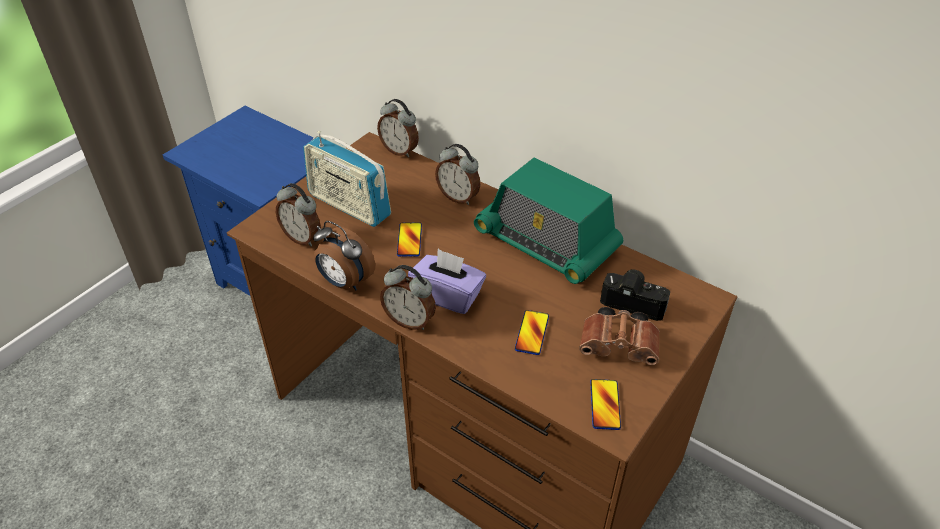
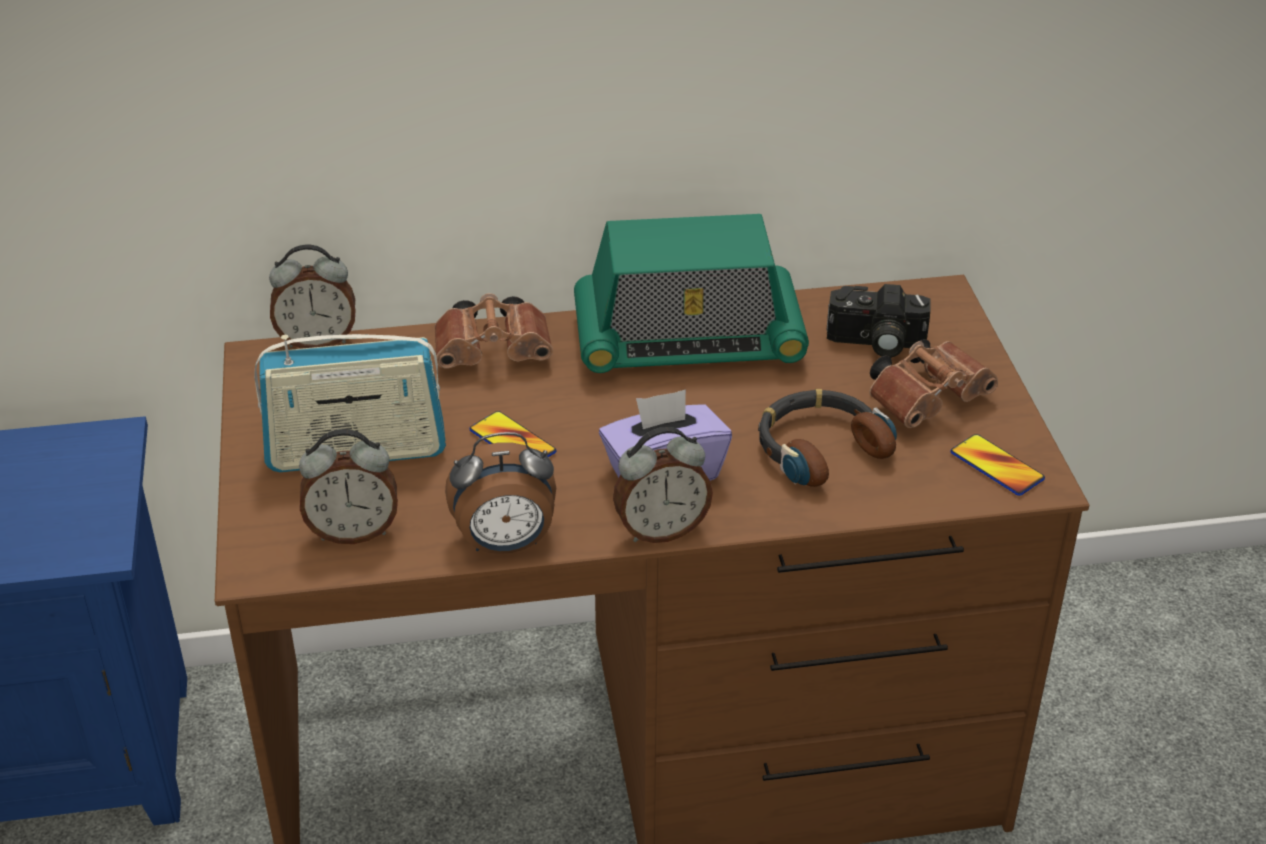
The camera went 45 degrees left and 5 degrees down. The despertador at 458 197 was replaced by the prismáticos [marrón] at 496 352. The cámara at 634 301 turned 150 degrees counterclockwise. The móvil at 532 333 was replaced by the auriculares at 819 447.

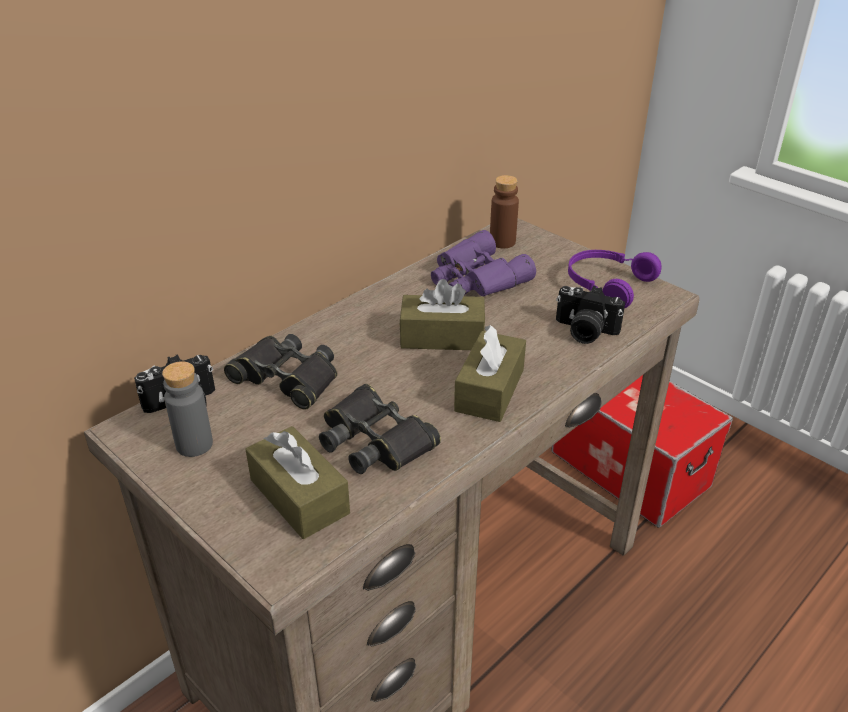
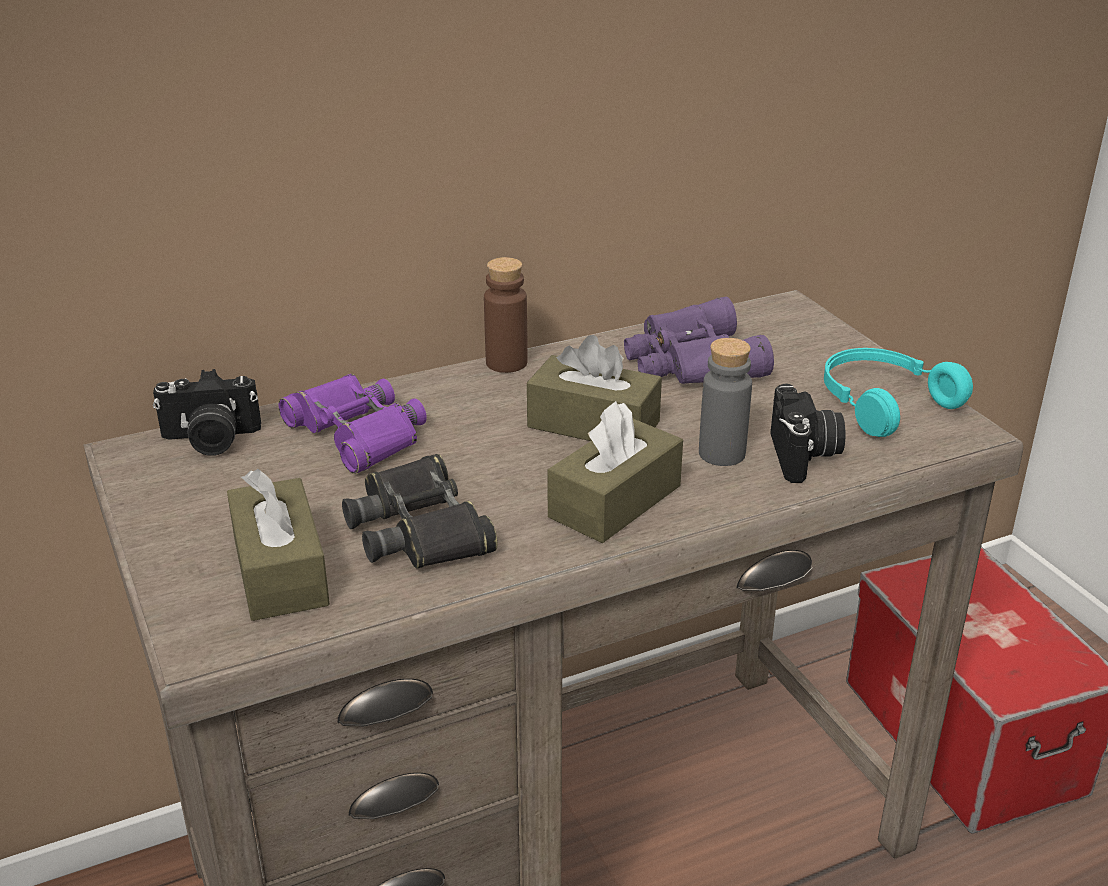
The camera went 20 degrees right and 5 degrees down. The botella [marrón] moved from 502 242 to 506 363. The auriculares [morado] at 606 285 became the auriculares [turquesa] at 881 402. The cámara at 584 331 turned 135 degrees counterclockwise. The prismáticos [negro] at 287 378 became the prismáticos [morado] at 356 434. The botella [gris] moved from 194 444 to 722 454.

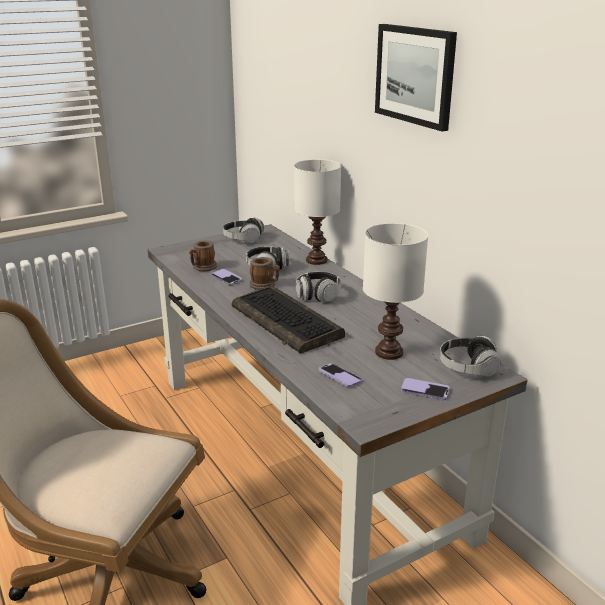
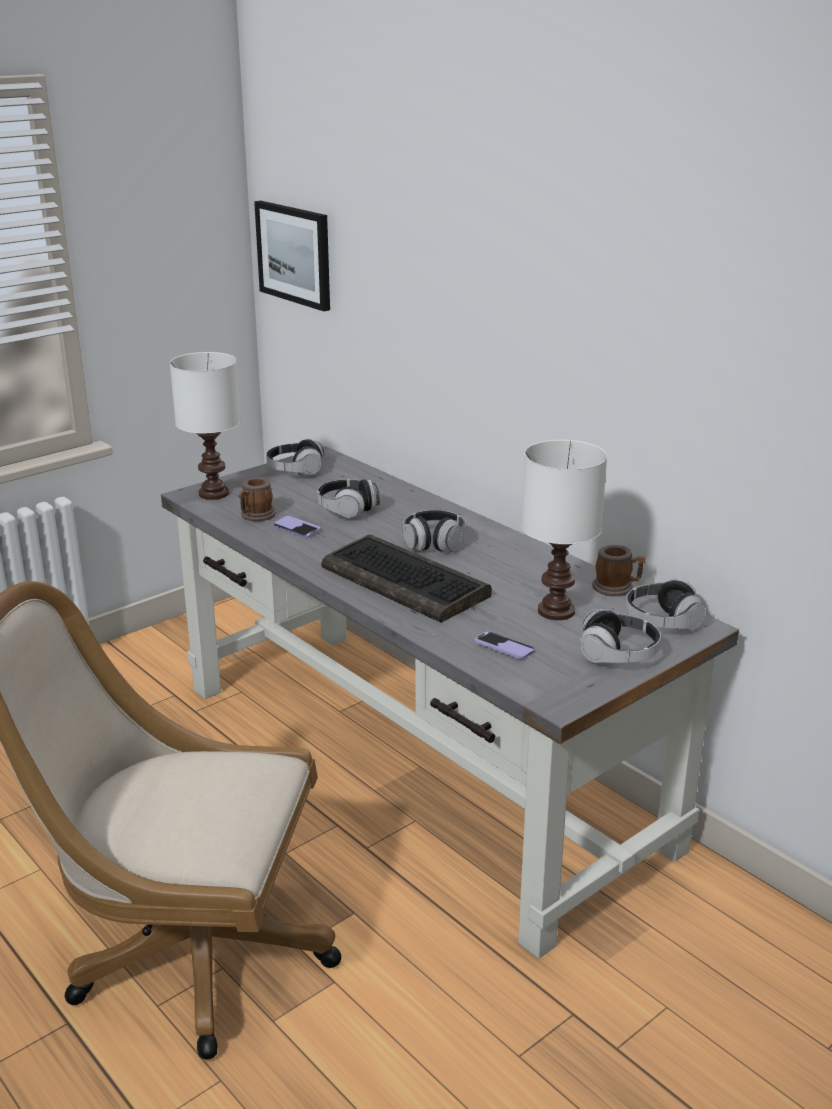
The camera went 10 degrees left and 0 degrees up. The cuadro moved from 415 75 to 294 254. The lámpara de mesa [blanco] moved from 317 260 to 214 493. The taza grande moved from 265 285 to 617 588. The móvil at 425 390 was replaced by the auriculares at 618 655.

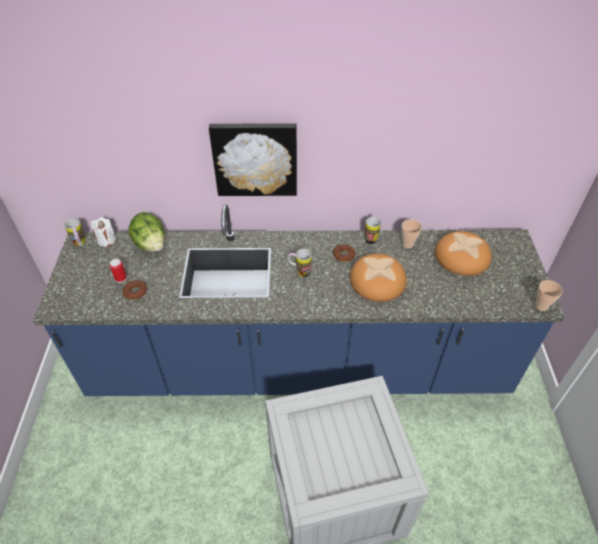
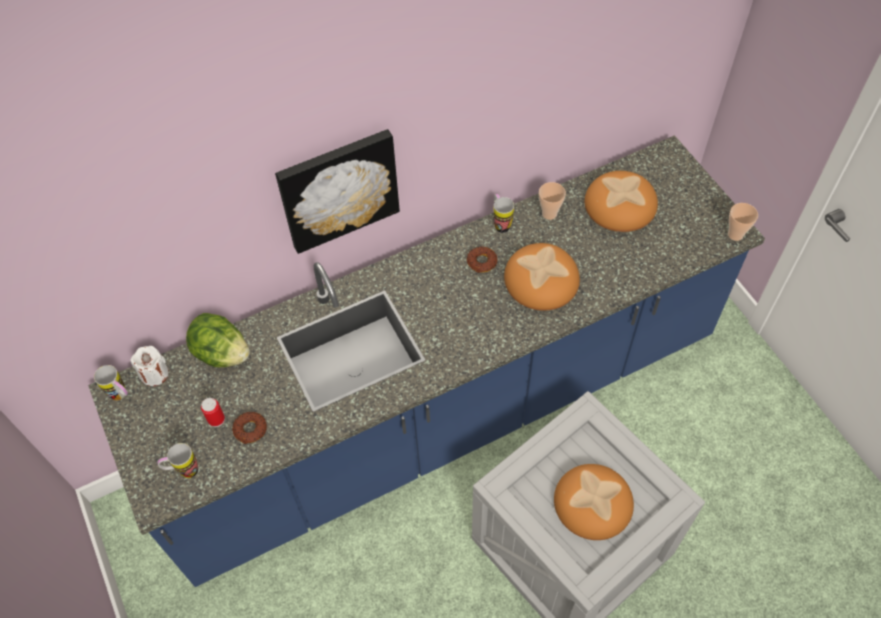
The camera went 25 degrees left and 10 degrees up. The taza grande moved from 299 272 to 183 472. The pan at 594 503 appeared.

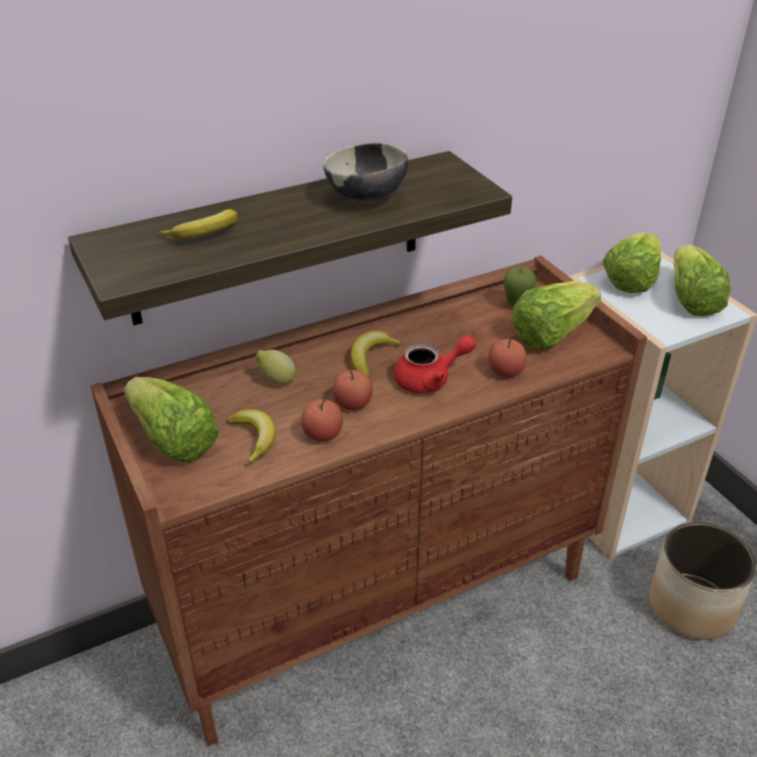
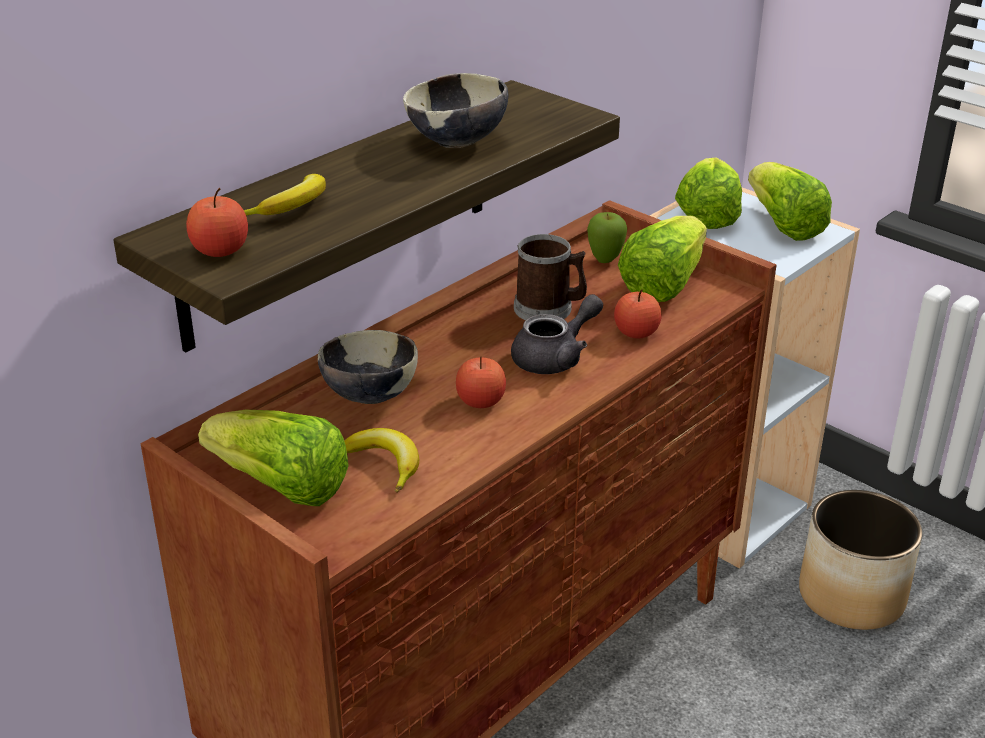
The camera went 20 degrees left and 5 degrees down. The plátano at 371 358 disappeared. The tetera [rojo] at 430 379 became the tetera [gris] at 555 357. The limón at 276 380 was replaced by the cuenco at 369 395. The manzana moved from 323 434 to 220 250. The taza grande at 549 309 appeared.

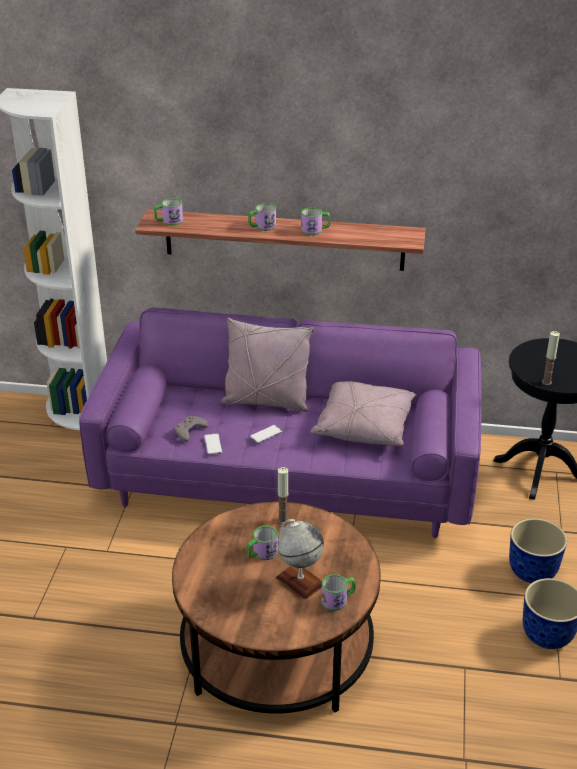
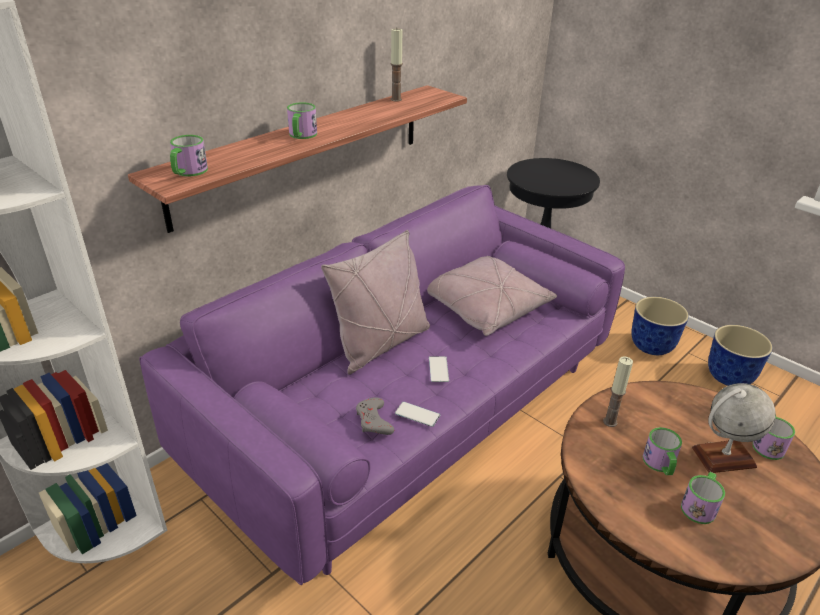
The camera went 55 degrees left and 0 degrees up. The taza grande moved from 315 230 to 700 505. The vela moved from 546 382 to 396 99.

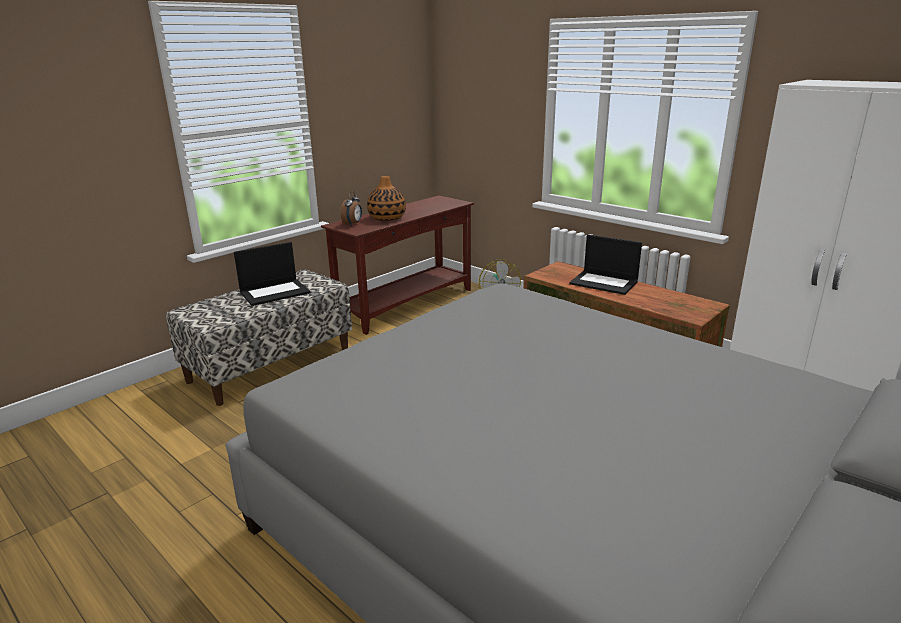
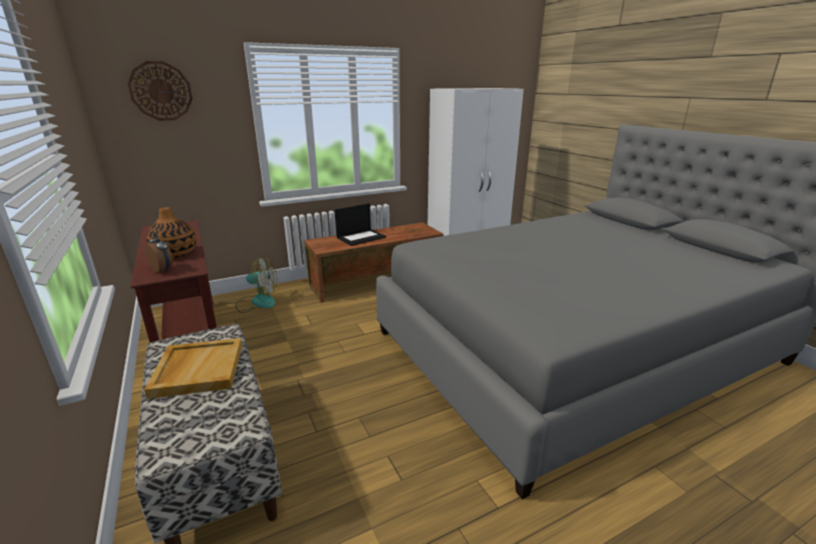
The camera went 70 degrees left and 0 degrees up. The portátil at 275 292 was replaced by the bandeja [beis] at 198 369. The reloj de pared at 161 91 appeared.

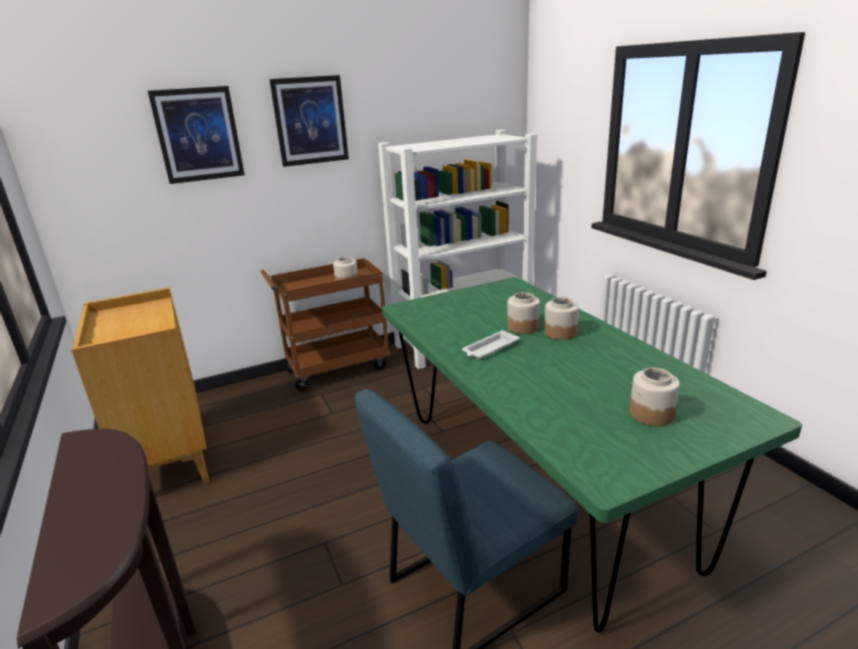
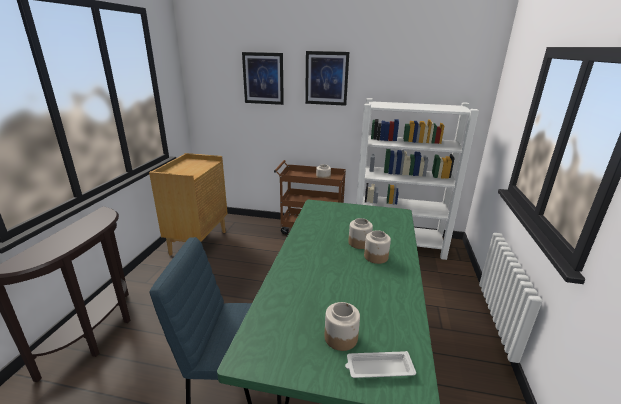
The camera went 35 degrees right and 0 degrees up. The bandeja [blanco] moved from 490 349 to 378 368.

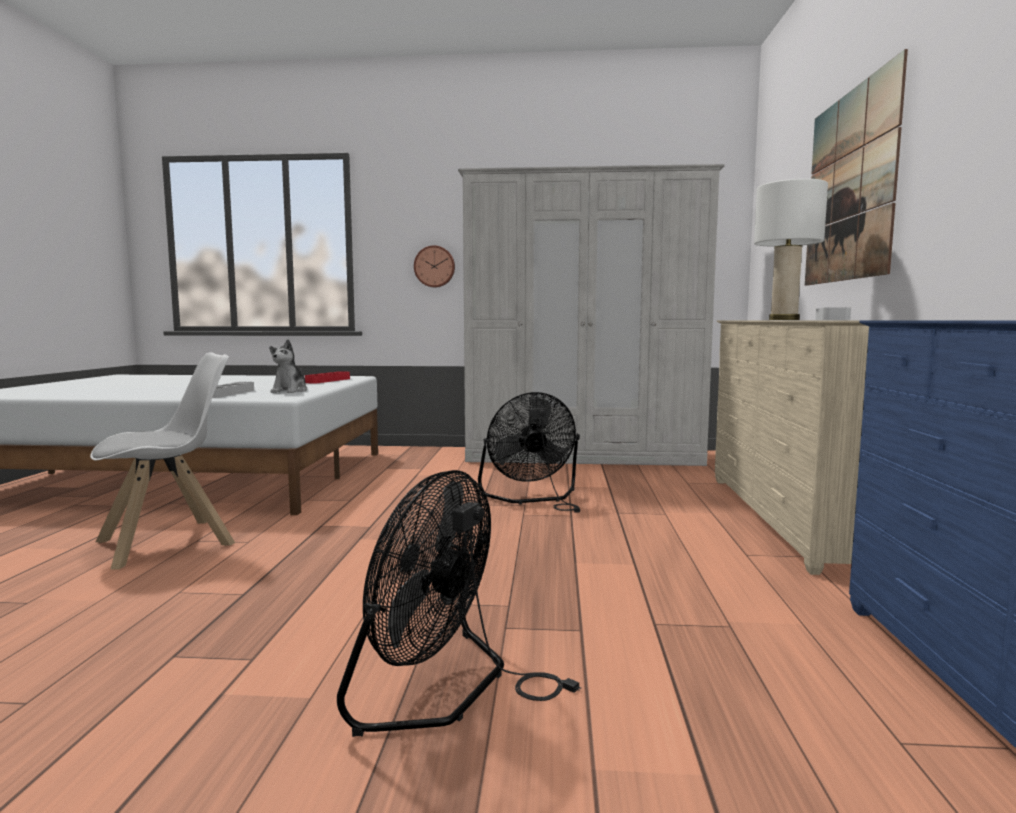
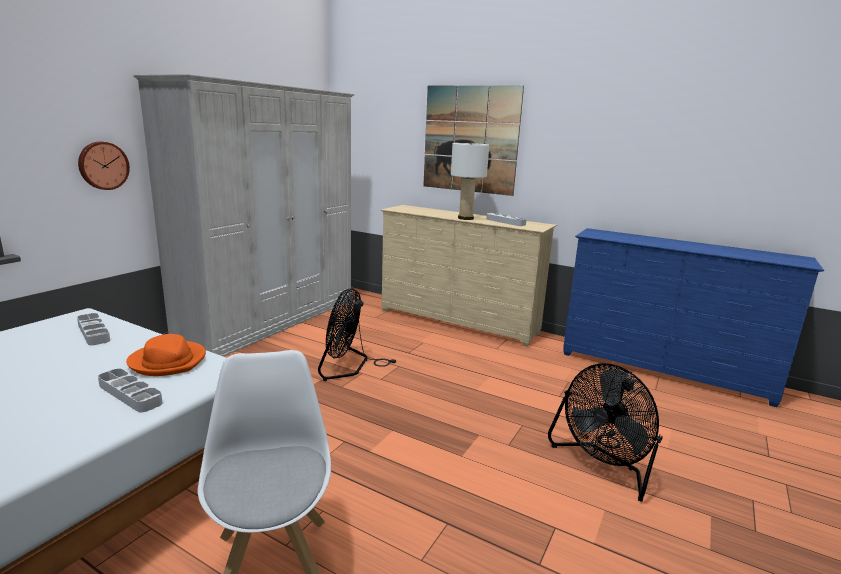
The camera went 65 degrees left and 10 degrees up. The peluche at 290 391 was replaced by the sombrero [naranja] at 168 361. The bandeja [rojo] at 328 380 became the bandeja [gris] at 93 332.

